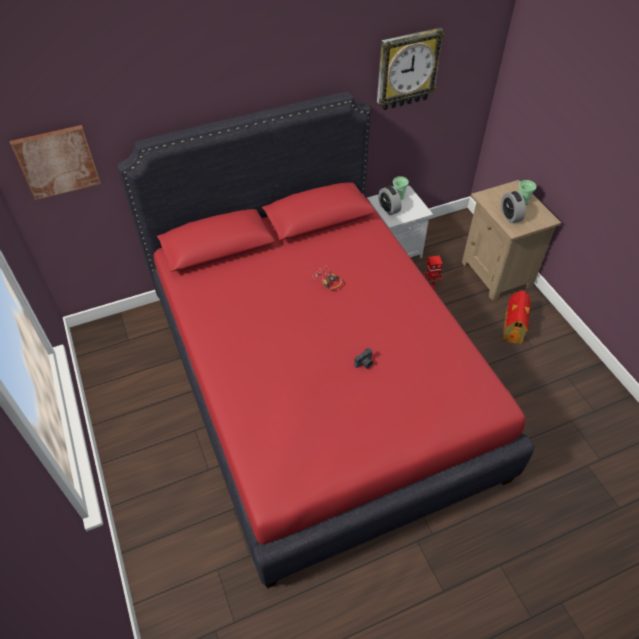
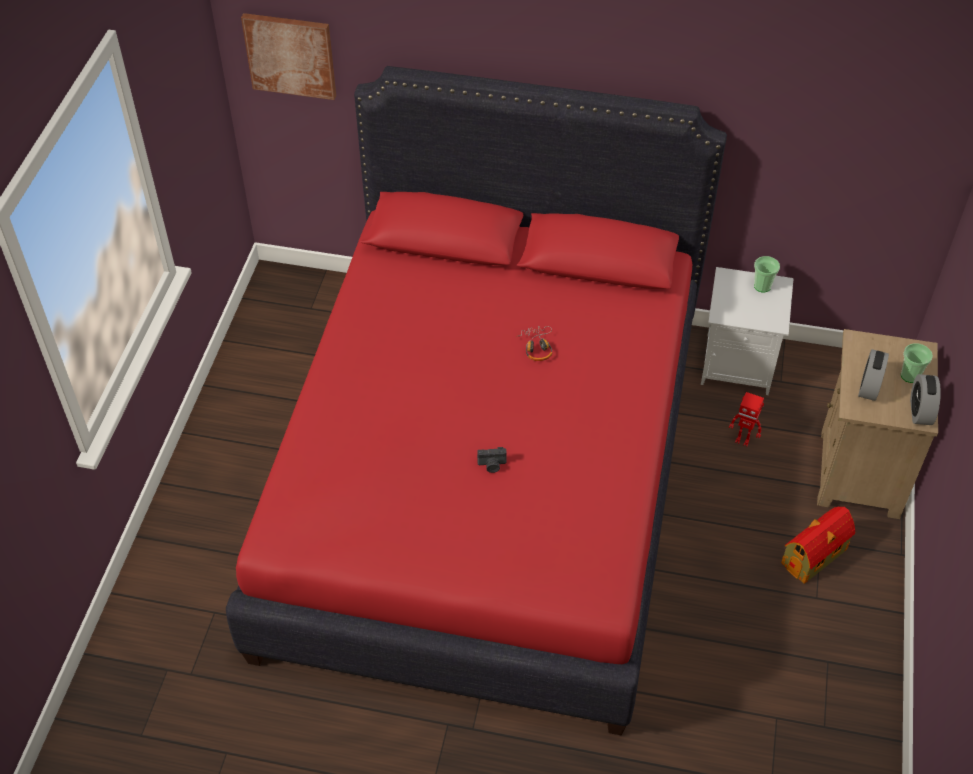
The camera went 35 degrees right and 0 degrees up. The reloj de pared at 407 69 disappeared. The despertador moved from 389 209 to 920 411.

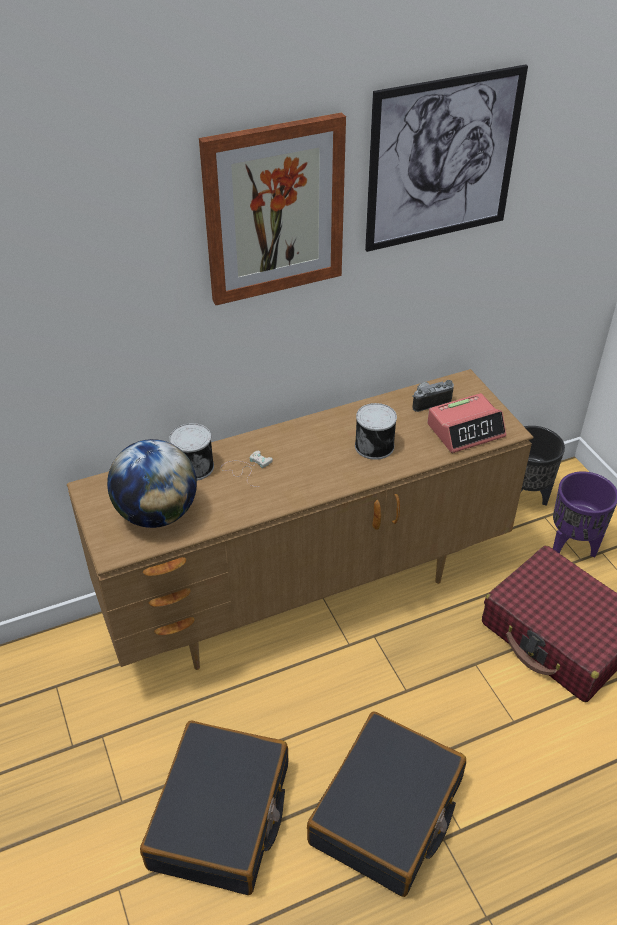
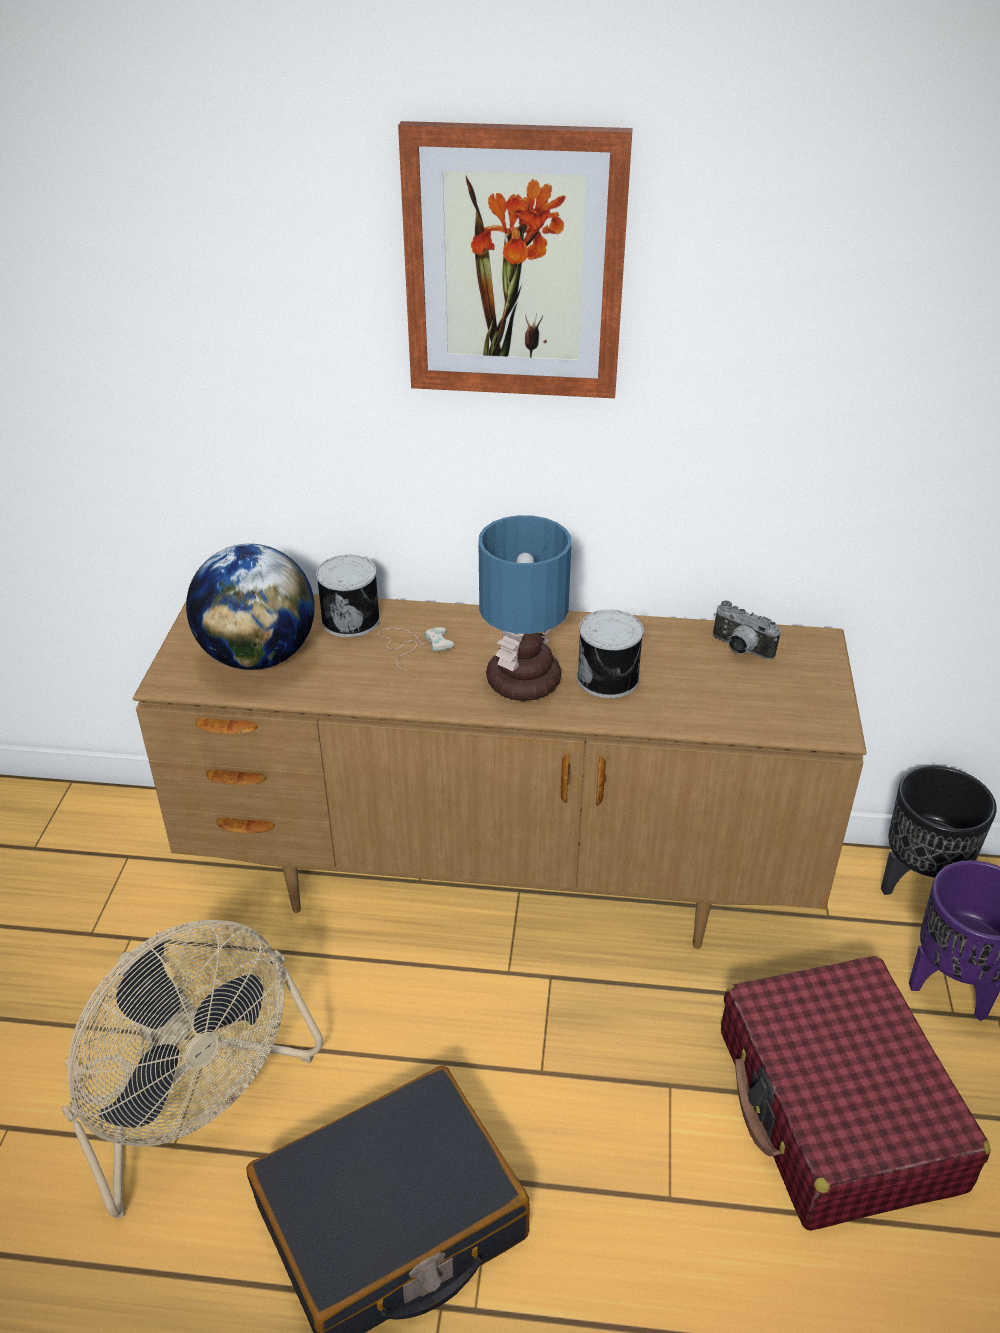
The camera went 30 degrees right and 5 degrees down. The cuadro at 442 160 disappeared. The cámara at 429 401 turned 150 degrees counterclockwise. The despertador at 466 430 disappeared. The maleta [negro] at 221 816 was replaced by the ventilador [beis] at 184 1108. The lámpara de mesa at 523 683 appeared.

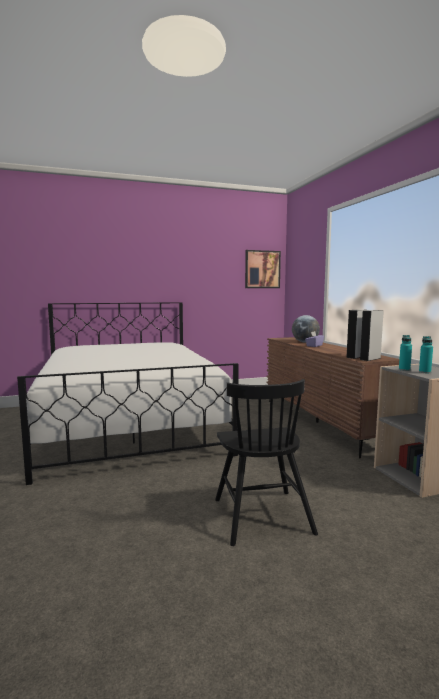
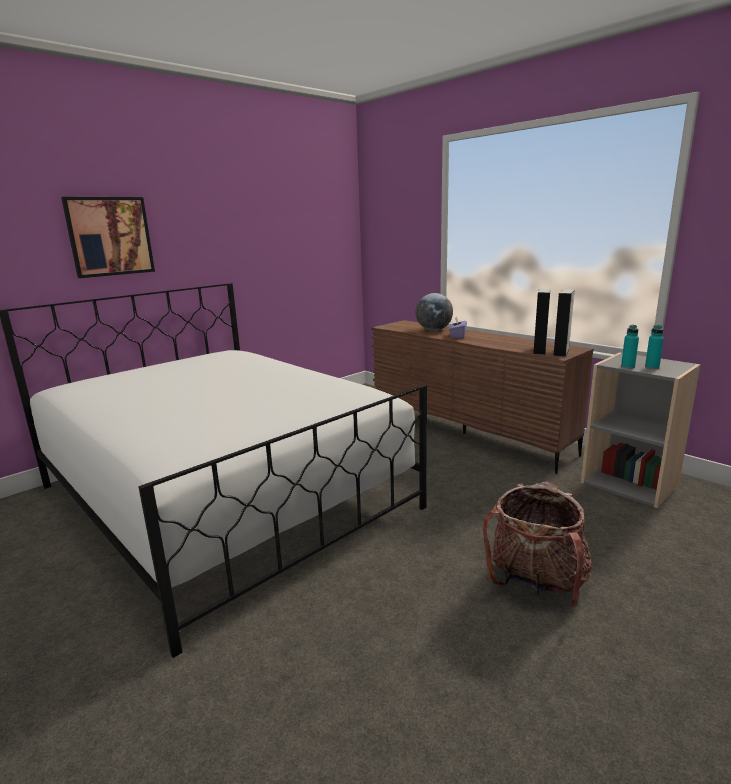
The camera went 25 degrees left and 10 degrees up. The cuadro moved from 262 269 to 110 236. The silla [negro] at 260 512 was replaced by the mochila at 536 582.

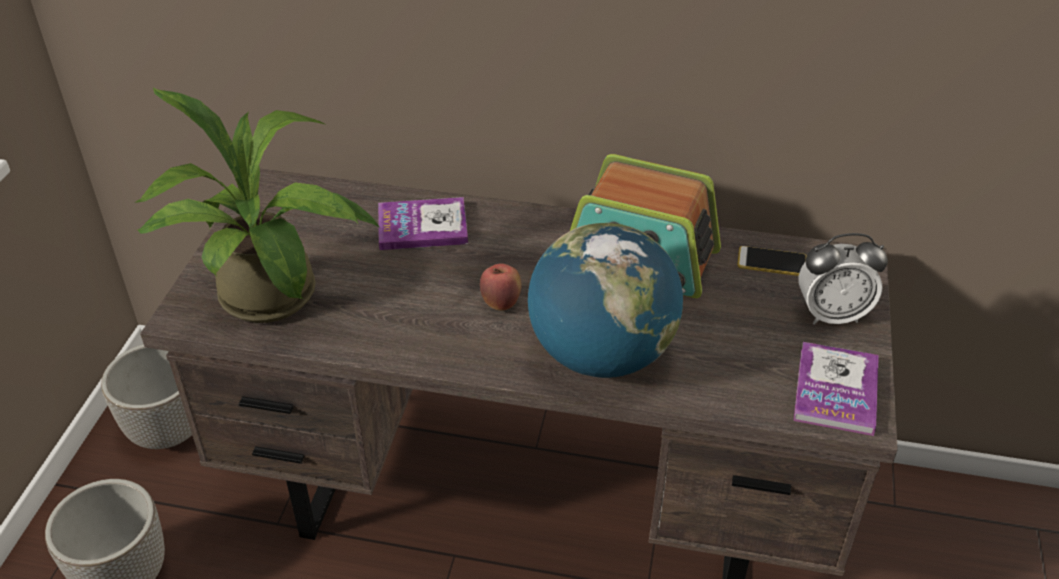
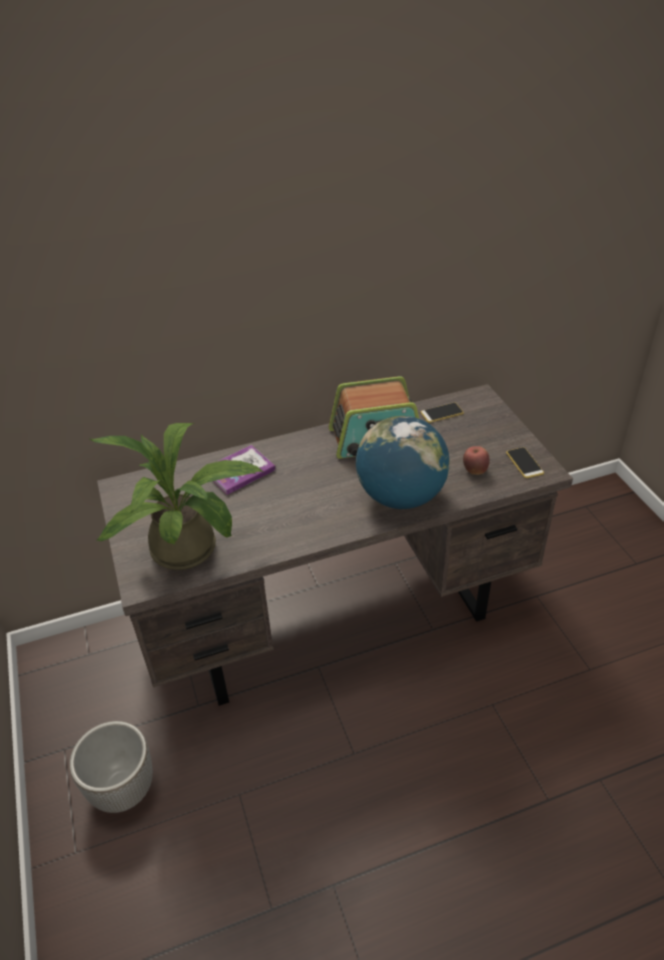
The camera went 30 degrees left and 0 degrees up. The despertador at 831 315 disappeared. The manzana moved from 501 303 to 474 470. The libro at 836 390 was replaced by the móvil at 524 463. The maceta at 169 430 disappeared.

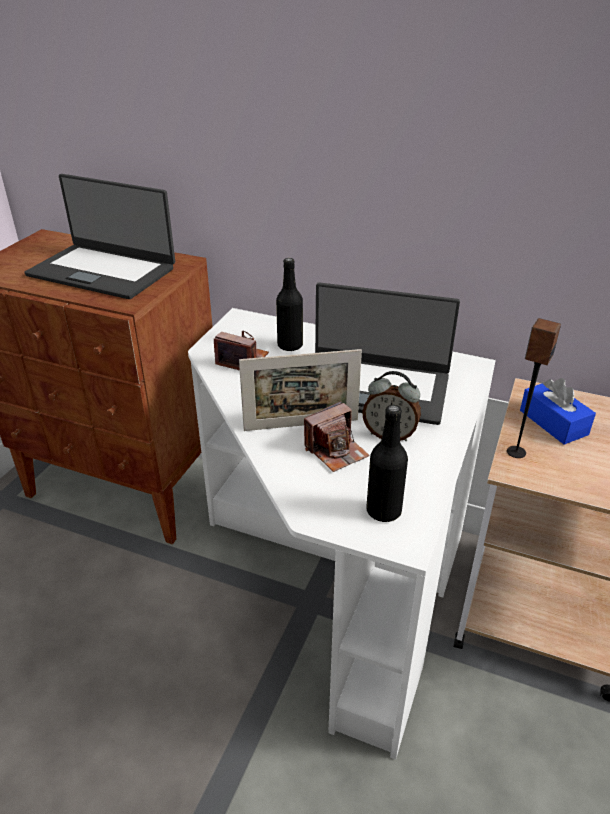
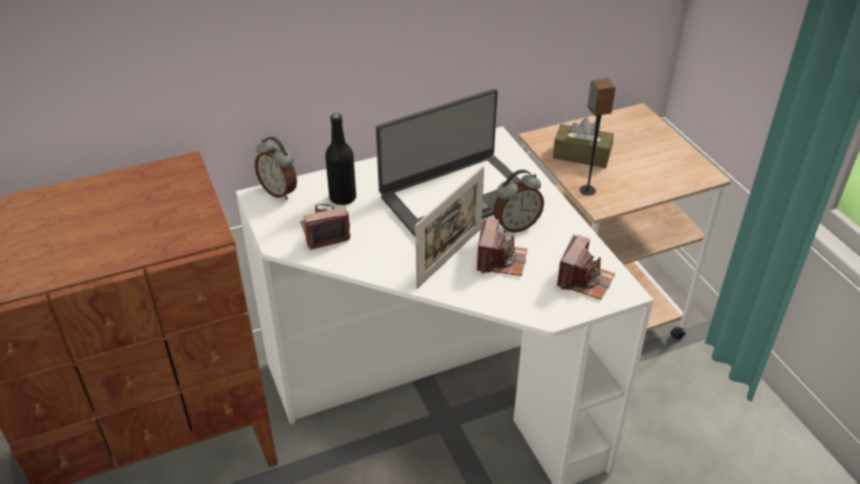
The camera went 45 degrees left and 5 degrees up. The portátil at 103 271 disappeared. The caja de pañuelos [azul] at 553 422 became the caja de pañuelos [marrón] at 581 155. The botella [negro] at 383 511 was replaced by the cámara at 584 280. The despertador at 279 191 appeared.

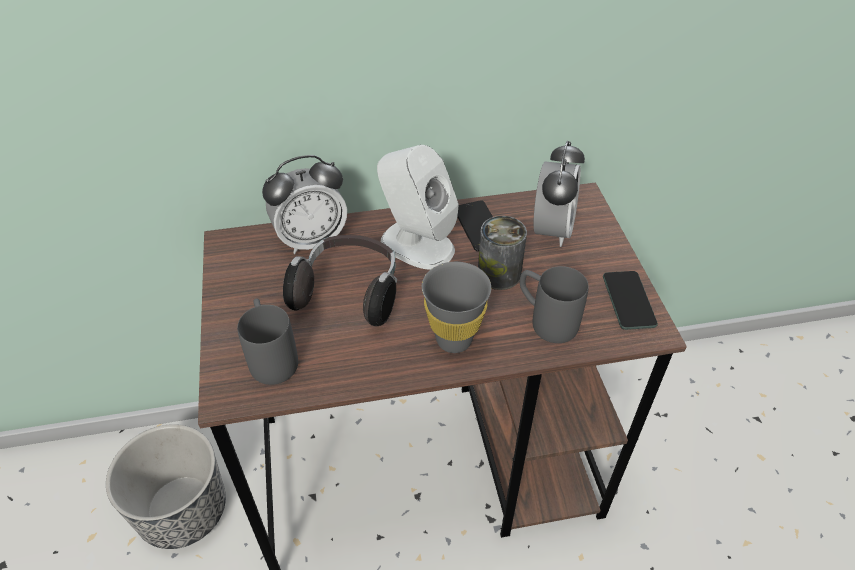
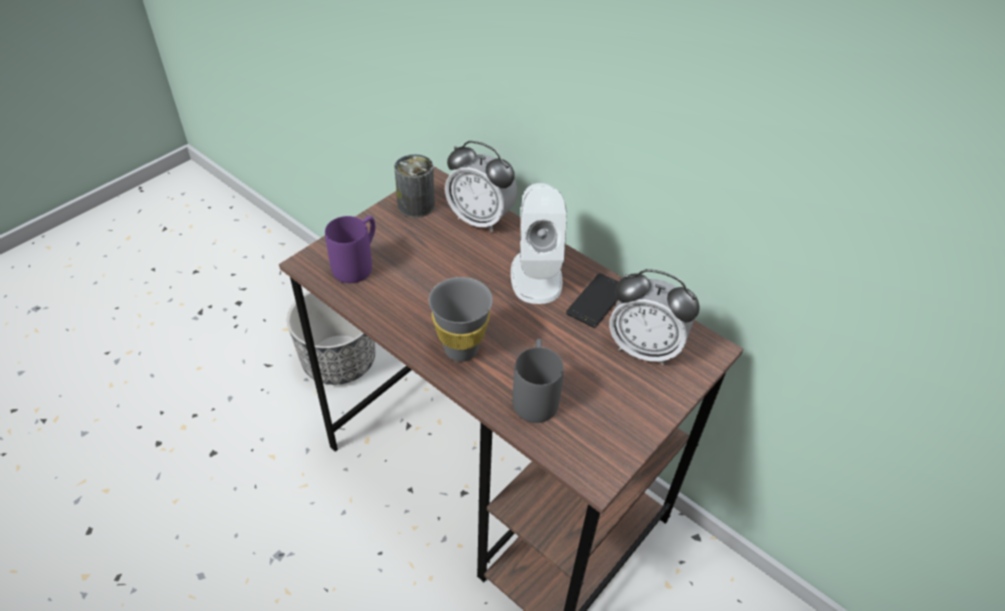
The camera went 50 degrees right and 0 degrees up. The despertador at 552 230 turned 45 degrees clockwise. The lata moved from 499 273 to 416 205. The auriculares at 349 292 disappeared. The móvil at 628 300 disappeared. The taza grande [gris] at 271 356 became the taza grande [morado] at 358 264.

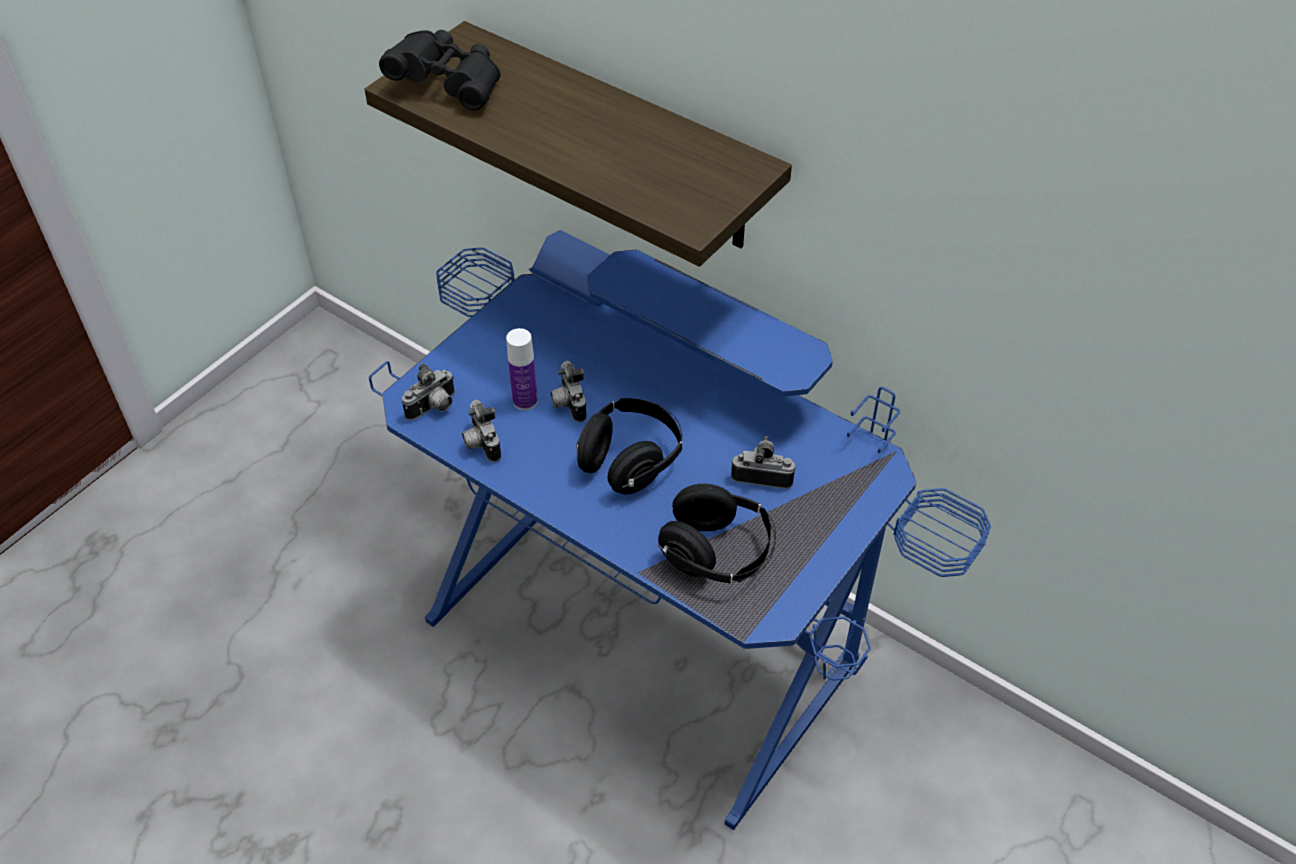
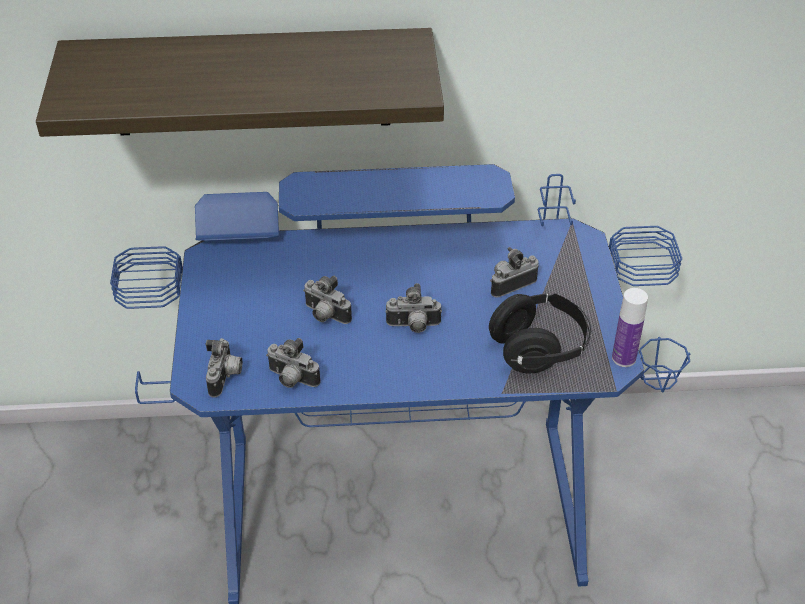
The camera went 40 degrees left and 5 degrees down. The prismáticos [negro] at 449 85 disappeared. The botella moved from 525 401 to 623 358. The auriculares [negro] at 630 461 was replaced by the cámara at 413 326.

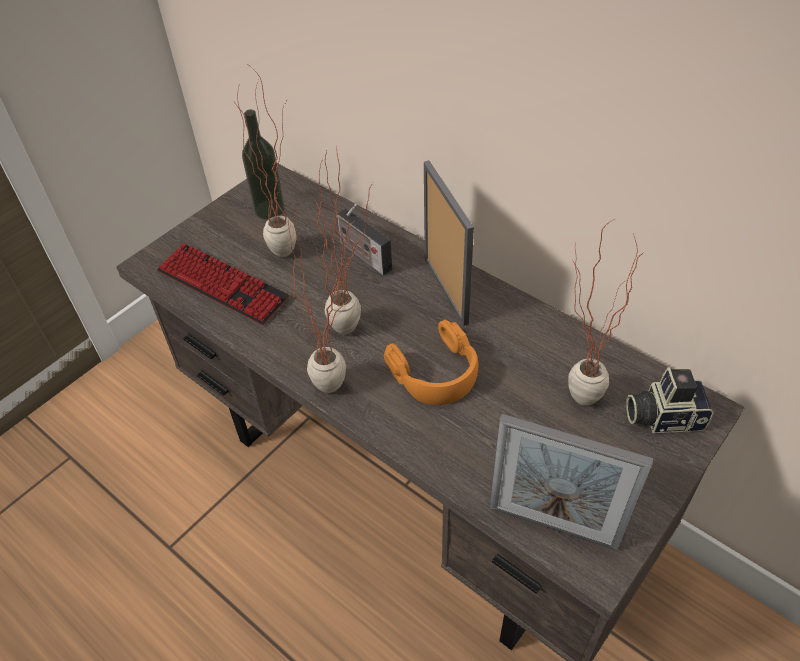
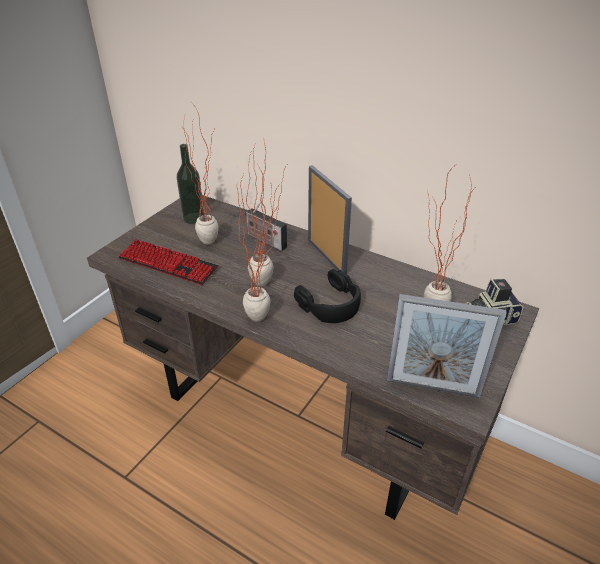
The camera went 10 degrees left and 10 degrees down. The auriculares [naranja] at 436 372 became the auriculares [negro] at 330 304.

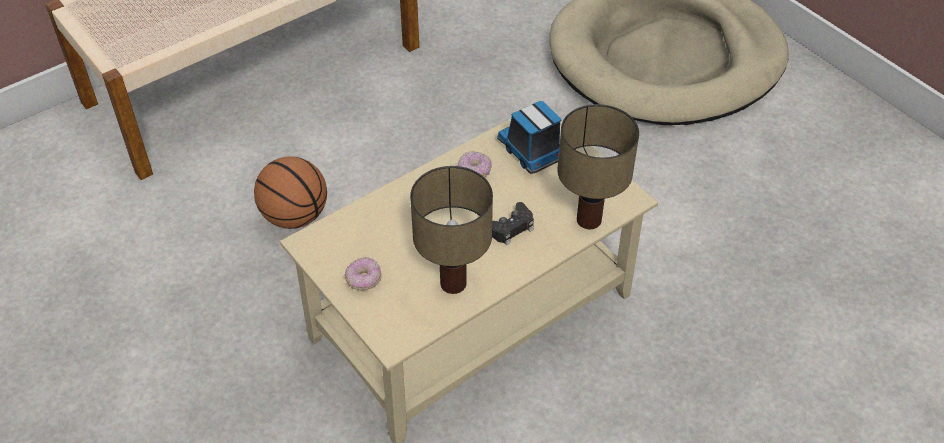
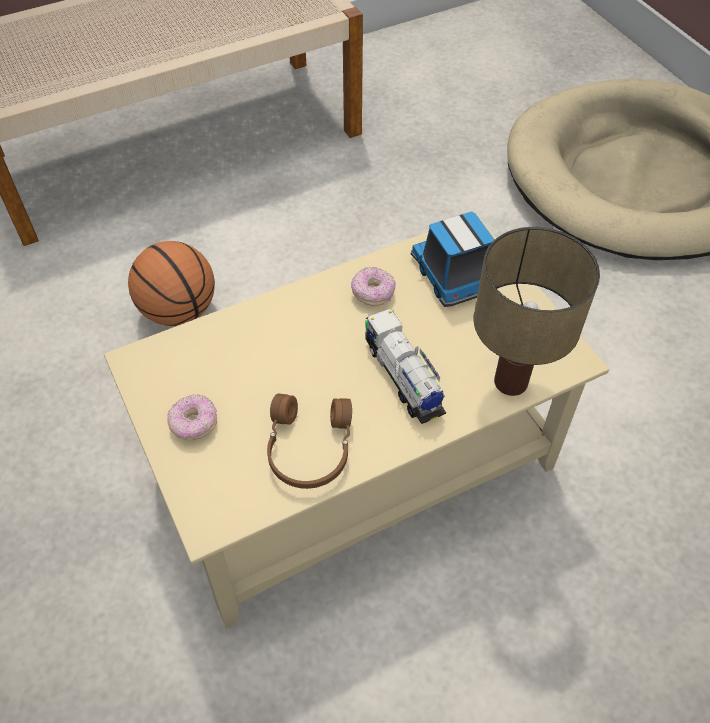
The camera went 10 degrees right and 5 degrees up. The lámpara de mesa at 452 284 was replaced by the auriculares [marrón] at 308 448. The mando de consola [negro] at 510 227 was replaced by the camión de juguete at 403 378.

